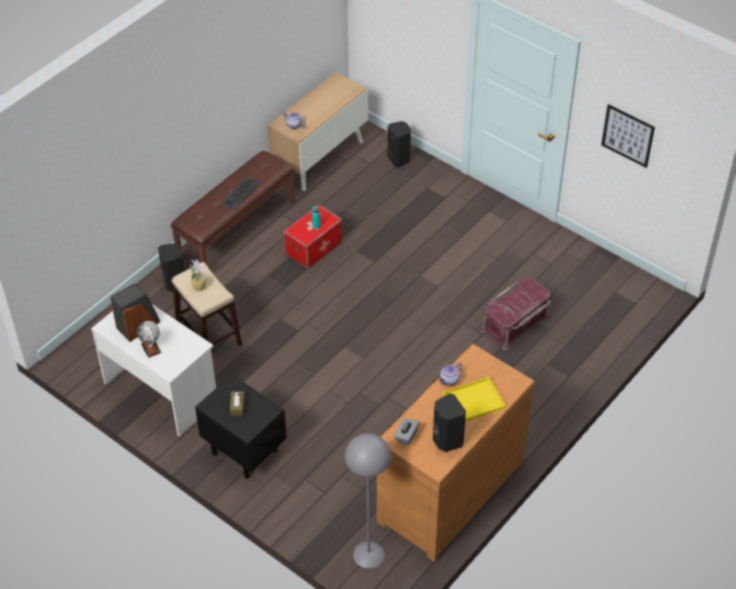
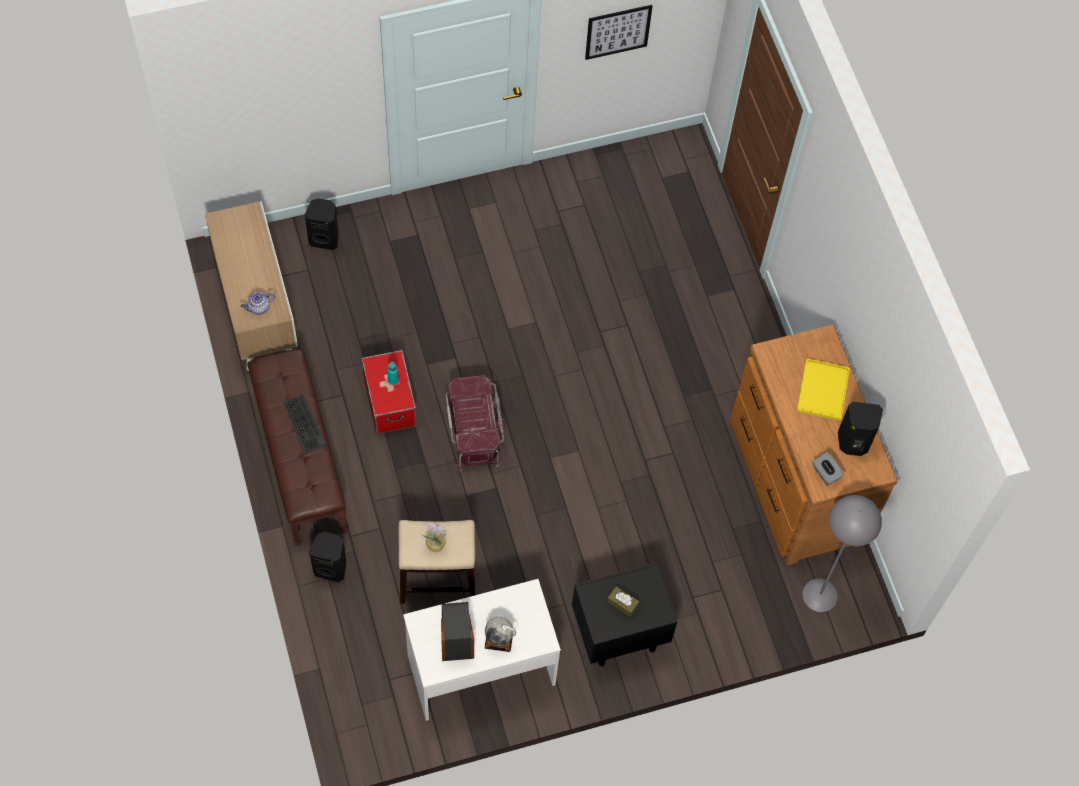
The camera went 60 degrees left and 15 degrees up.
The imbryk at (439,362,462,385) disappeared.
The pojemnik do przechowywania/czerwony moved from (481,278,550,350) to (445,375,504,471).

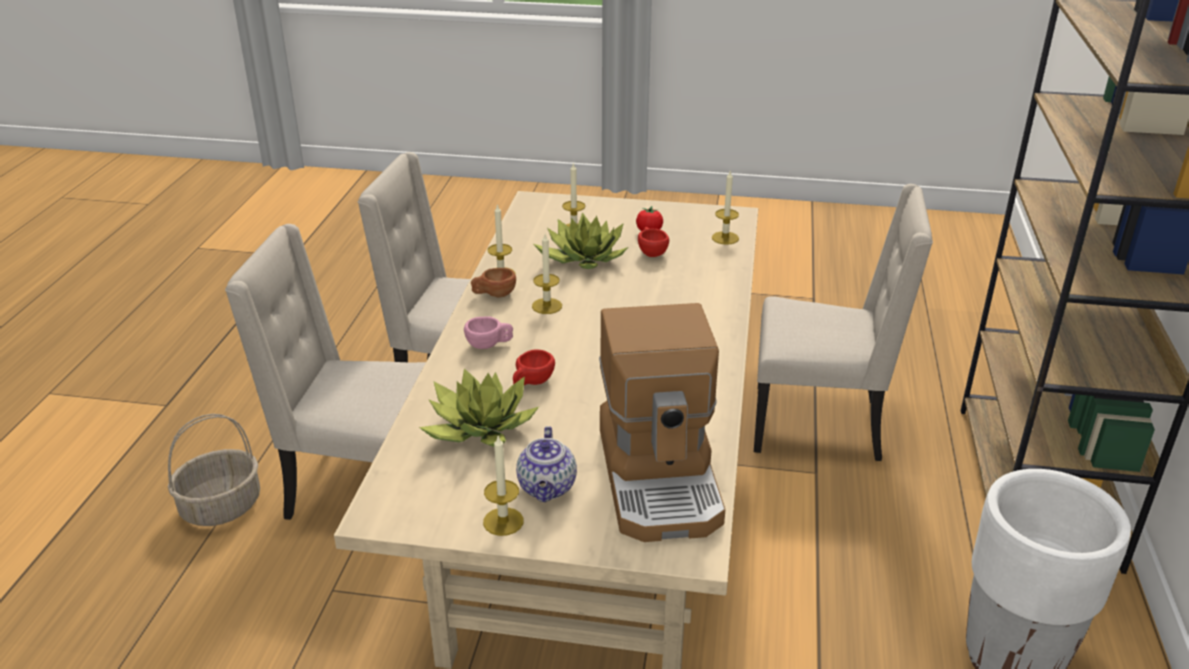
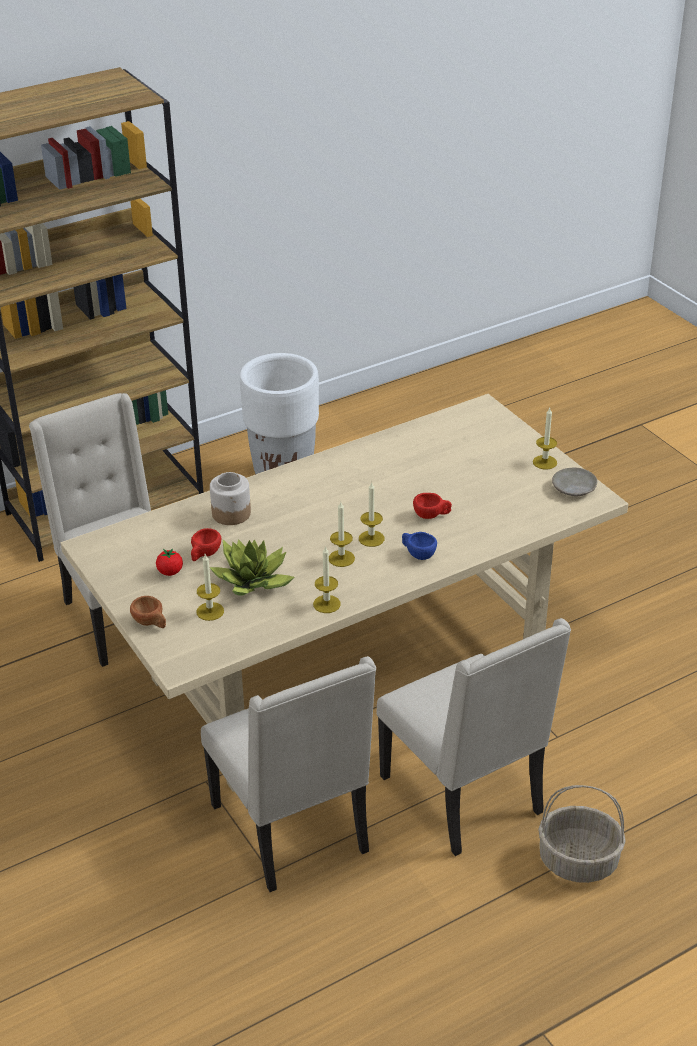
The camera went 130 degrees left and 5 degrees up.
The roślina doniczkowa at (419,368,539,447) disappeared.
The imbryk at (516,426,577,502) disappeared.
The ekspres do kawy at (599,303,725,542) disappeared.
The słoik at (210,472,251,525) appeared.
The talerz/beżowy at (552,468,597,496) appeared.
The filiżanka/brązowy moved from (471,268,516,297) to (130,596,166,628).
The świeca moved from (712,171,739,245) to (359,482,384,547).
The filiżanka/różowy at (464,316,513,349) became the filiżanka/niebieski at (402,532,437,560).

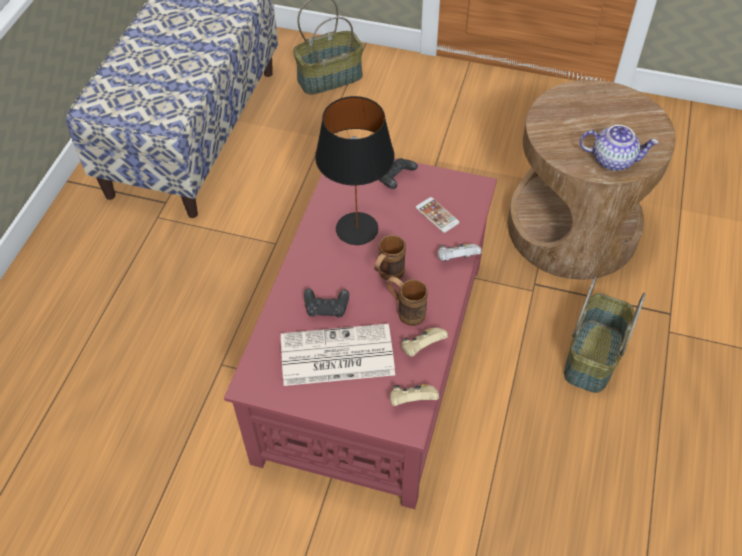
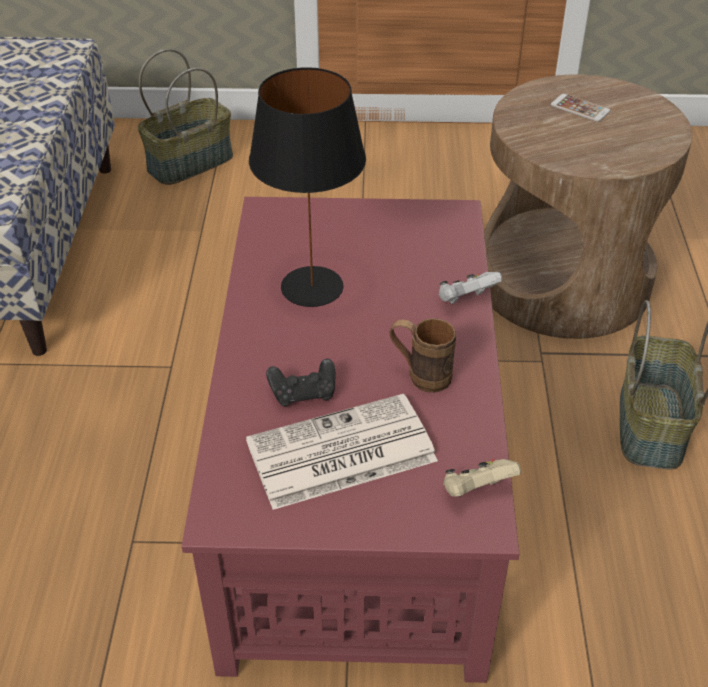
The camera went 15 degrees left and 10 degrees down.
The kubek/brązowy at (374,235,406,280) disappeared.
The pad do gier/czarny at (379,158,418,189) disappeared.
The pad do gier/beżowy at (401,328,448,357) disappeared.
The imbryk at (580,125,659,171) disappeared.
The telefon moved from (416,197,460,233) to (551,94,611,122).

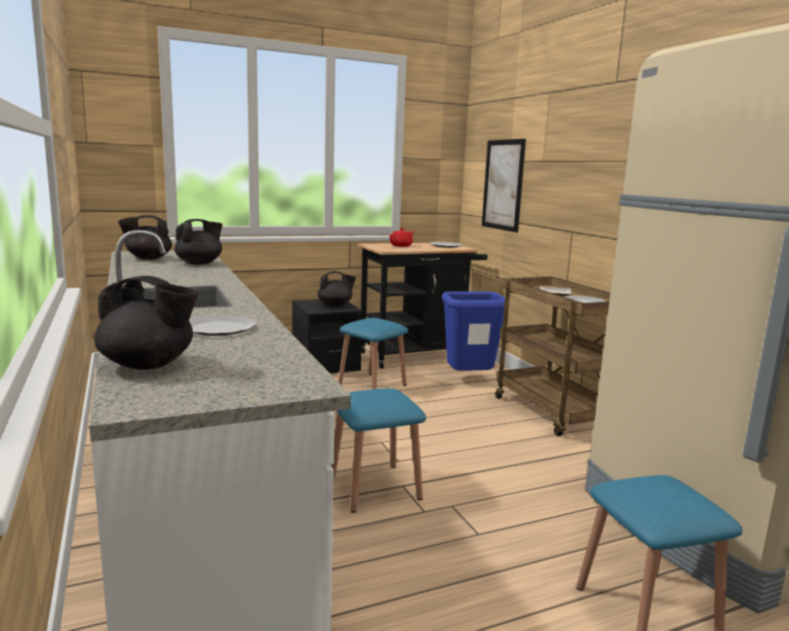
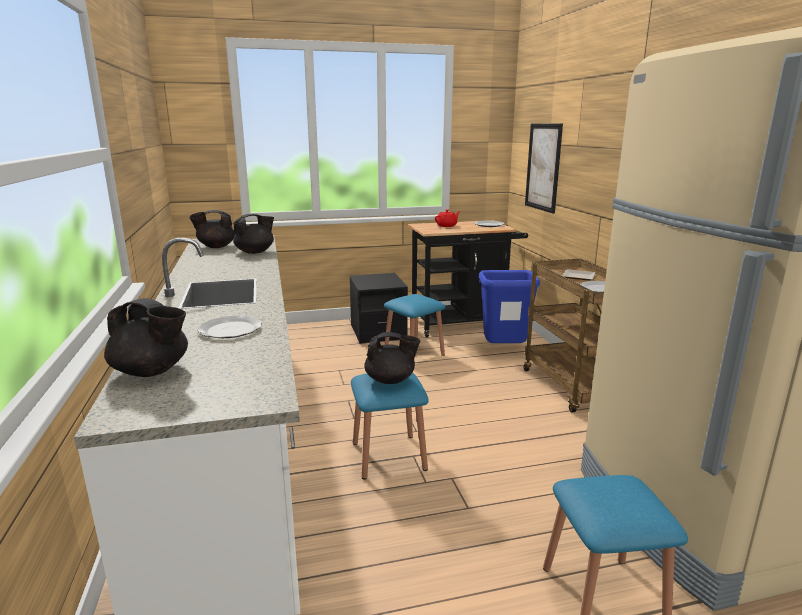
The camera went 10 degrees right and 5 degrees up.
The imbryk/czarny moved from (317,271,356,306) to (364,332,420,384).

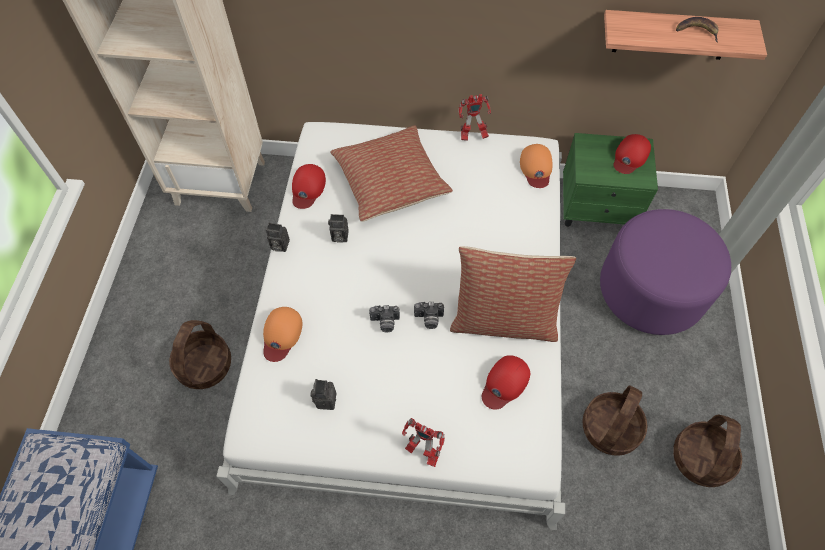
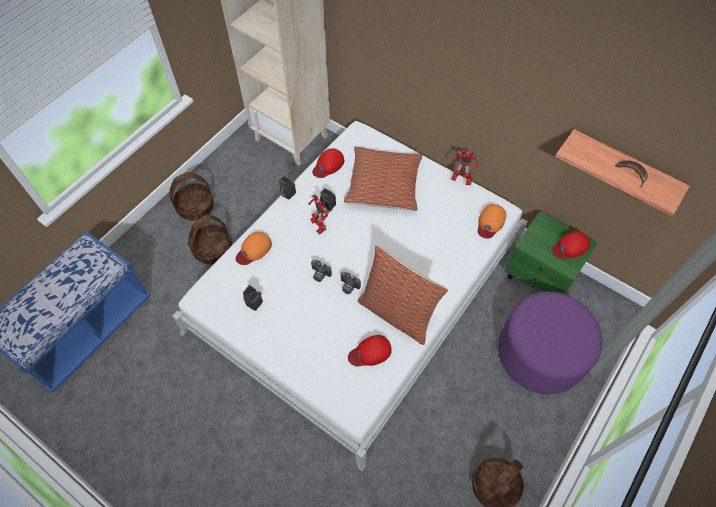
The camera went 30 degrees right and 0 degrees up.
The robot zabawkowy moved from (402,418,445,467) to (308,194,329,235).
The koszyk moved from (582,385,647,456) to (169,172,214,221).

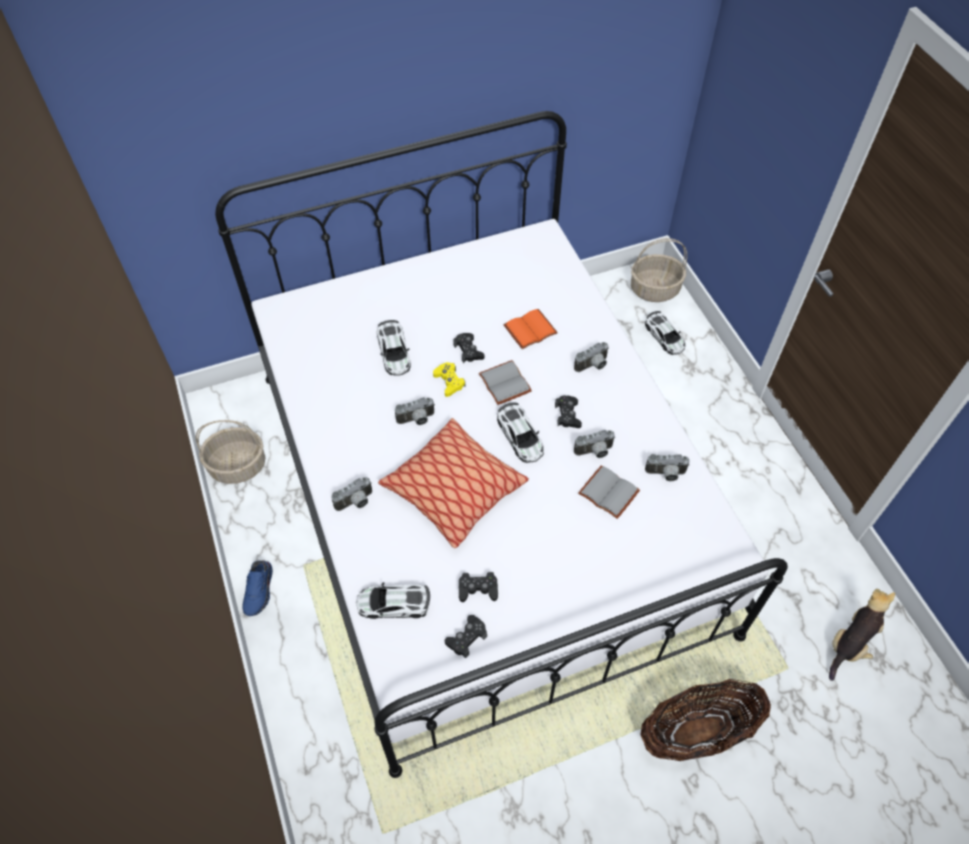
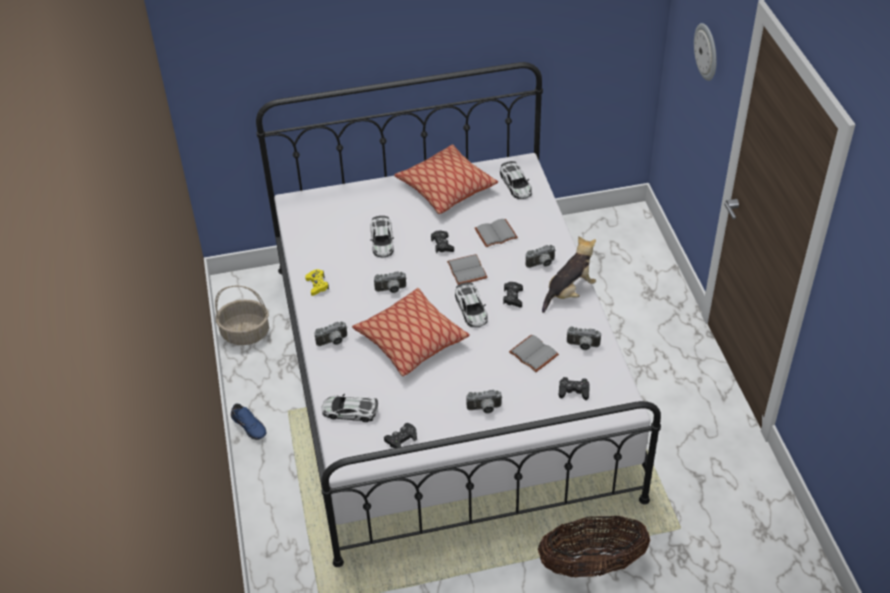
The camera went 10 degrees right and 10 degrees down.
The koszyk at (631,238,687,302) disappeared.
The poduszka at (394,144,498,214) appeared.
The zegar ścienny at (694,23,717,81) appeared.
The pad do gier/żółty moved from (433,362,466,397) to (305,269,329,296).
The pad do gier/czarny moved from (459,572,498,602) to (559,377,590,400).
The aparat fotograficzny moved from (574,430,615,458) to (466,390,502,414).
The samochodzik moved from (645,311,685,355) to (500,161,532,199).
The pluszak moved from (829,589,895,681) to (542,236,596,313).
The książka/pomarańczowy at (503,309,558,349) became the książka/szary at (475,219,518,247).
The but/niebieski at (242,560,273,616) turned 60 degrees counterclockwise.

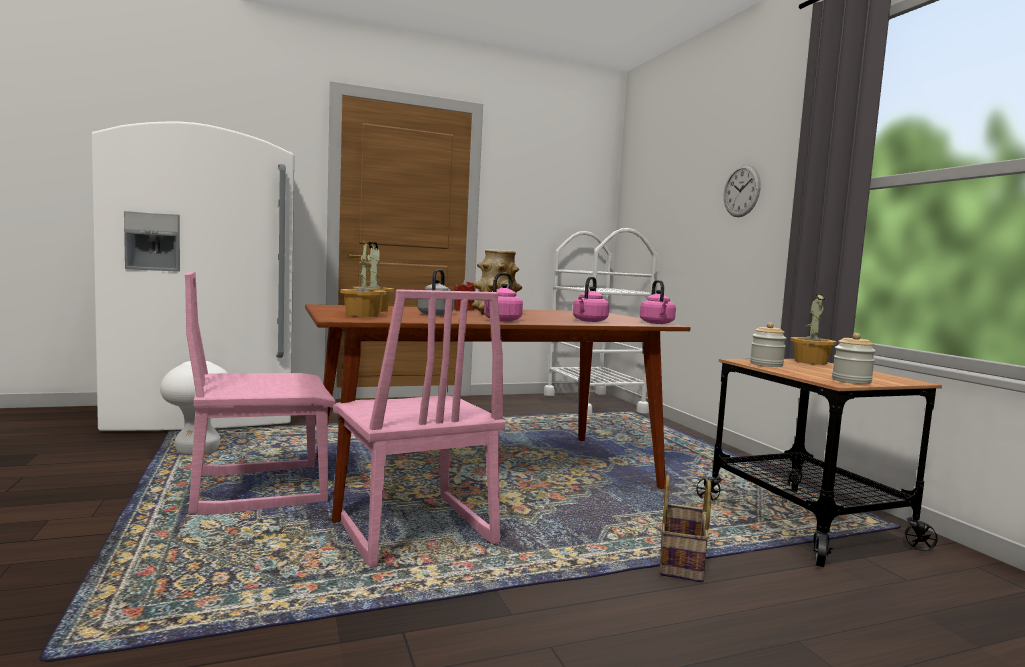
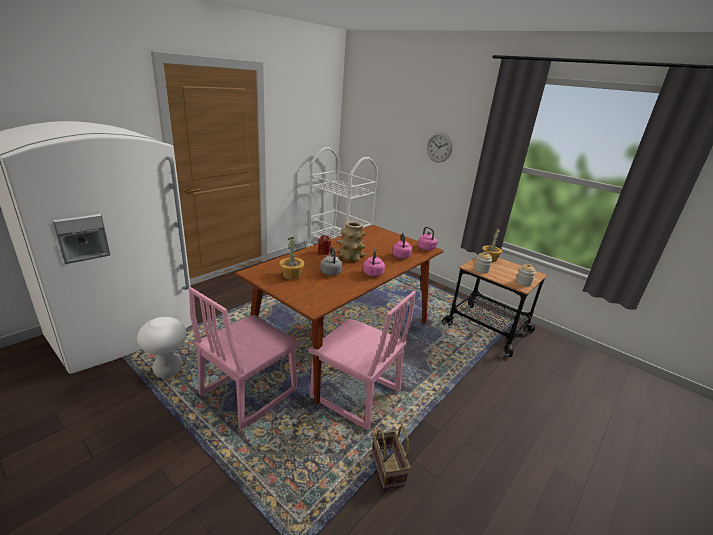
The camera went 30 degrees left and 20 degrees up.
The roślina doniczkowa at (340,244,386,317) disappeared.
The koszyk moved from (660,475,711,582) to (372,426,410,489).

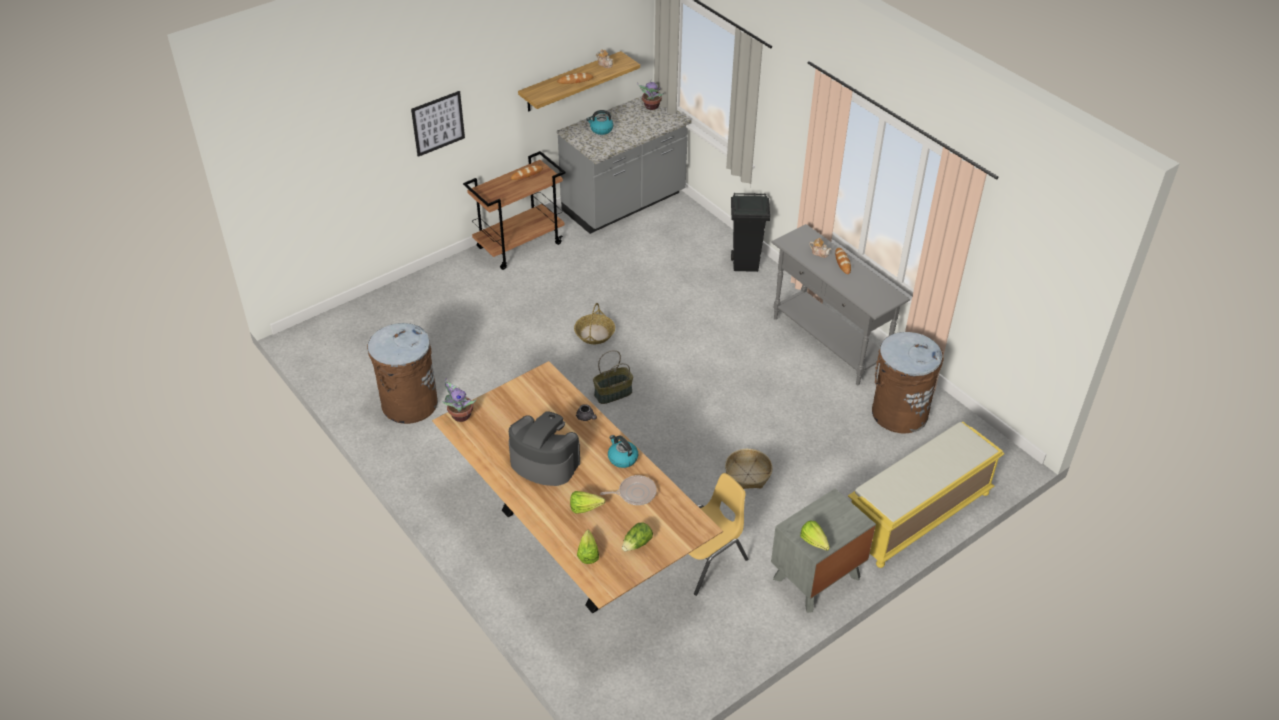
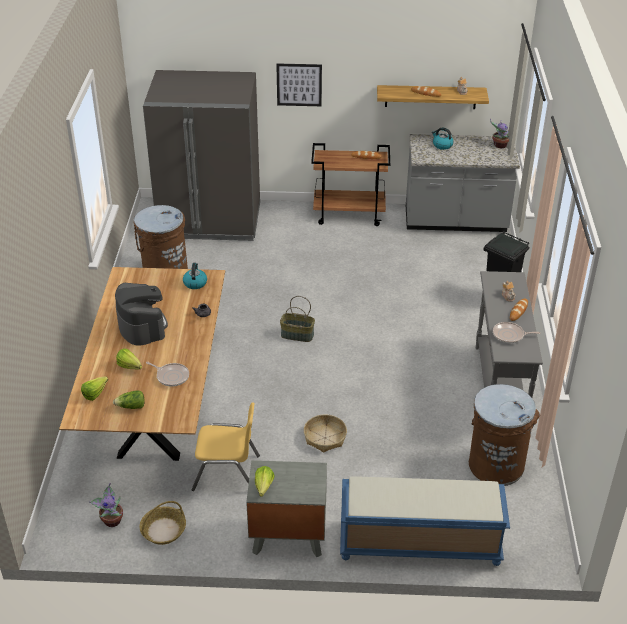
The camera went 40 degrees right and 5 degrees down.
The lodówka/szary at (143,70,260,241) appeared.
The patelnia at (493,322,540,343) appeared.
The roślina doniczkowa moved from (442,378,477,422) to (89,483,123,527).
The koszyk moved from (574,303,615,344) to (139,501,186,545).
The czajnik moved from (608,435,638,468) to (183,263,207,289).
The ławka/żółty at (848,422,1004,568) became the ławka/niebieski at (340,476,510,566).

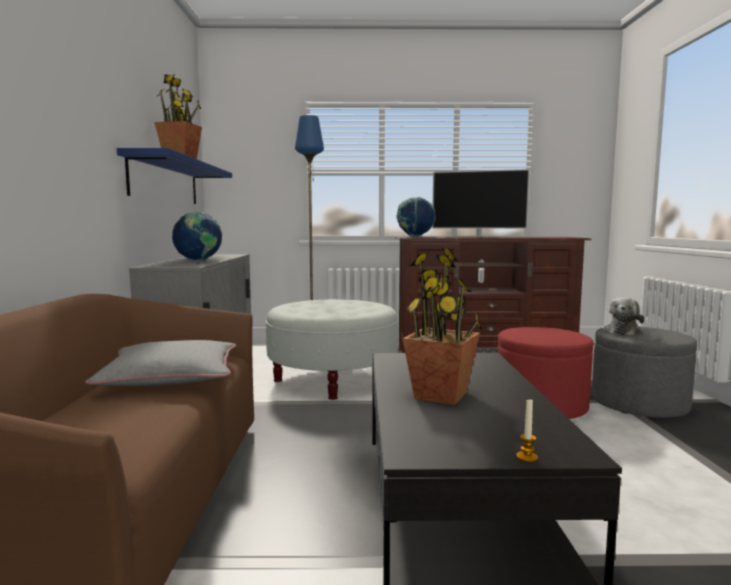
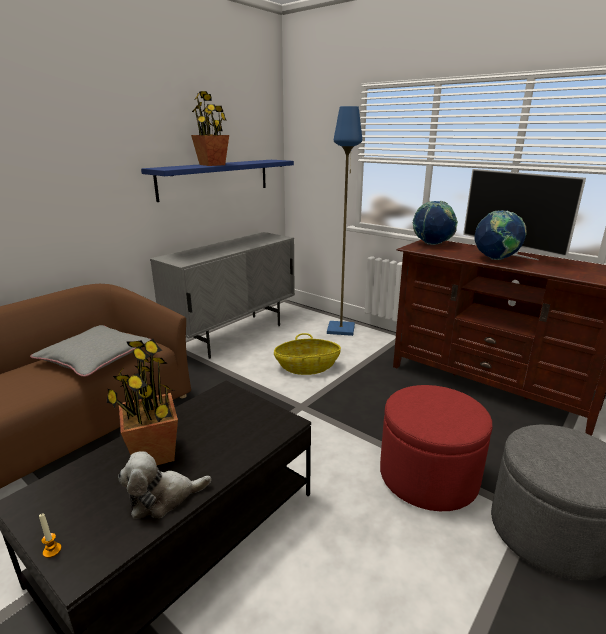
The camera went 40 degrees right and 15 degrees up.
The globus moved from (172,212,222,262) to (474,210,527,260).
The pluszak moved from (603,297,644,336) to (118,451,211,519).
The pufa/biały at (265,299,399,400) was replaced by the koszyk at (274,333,341,375).

